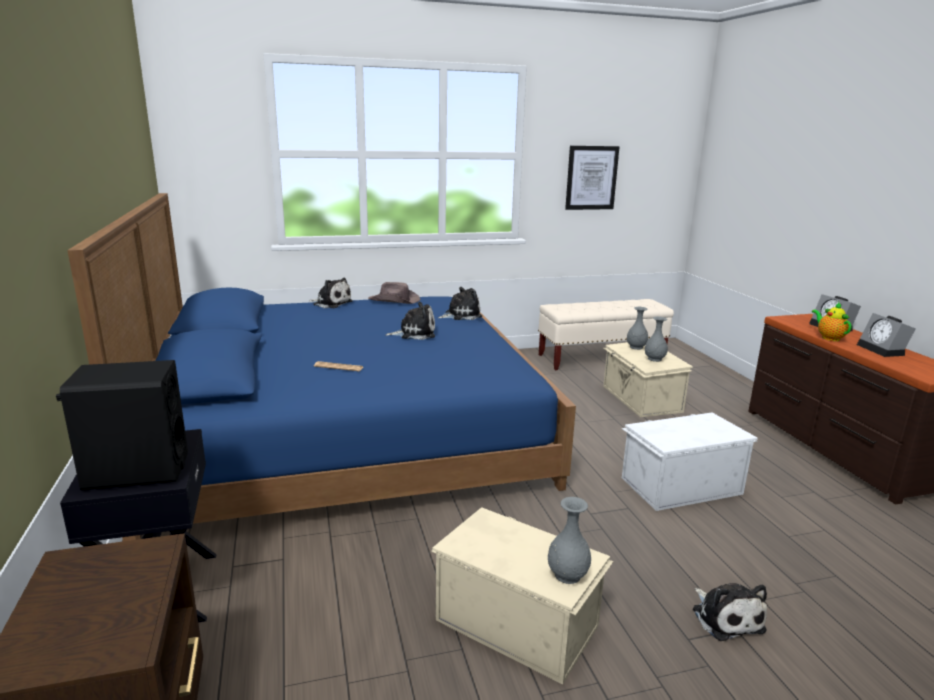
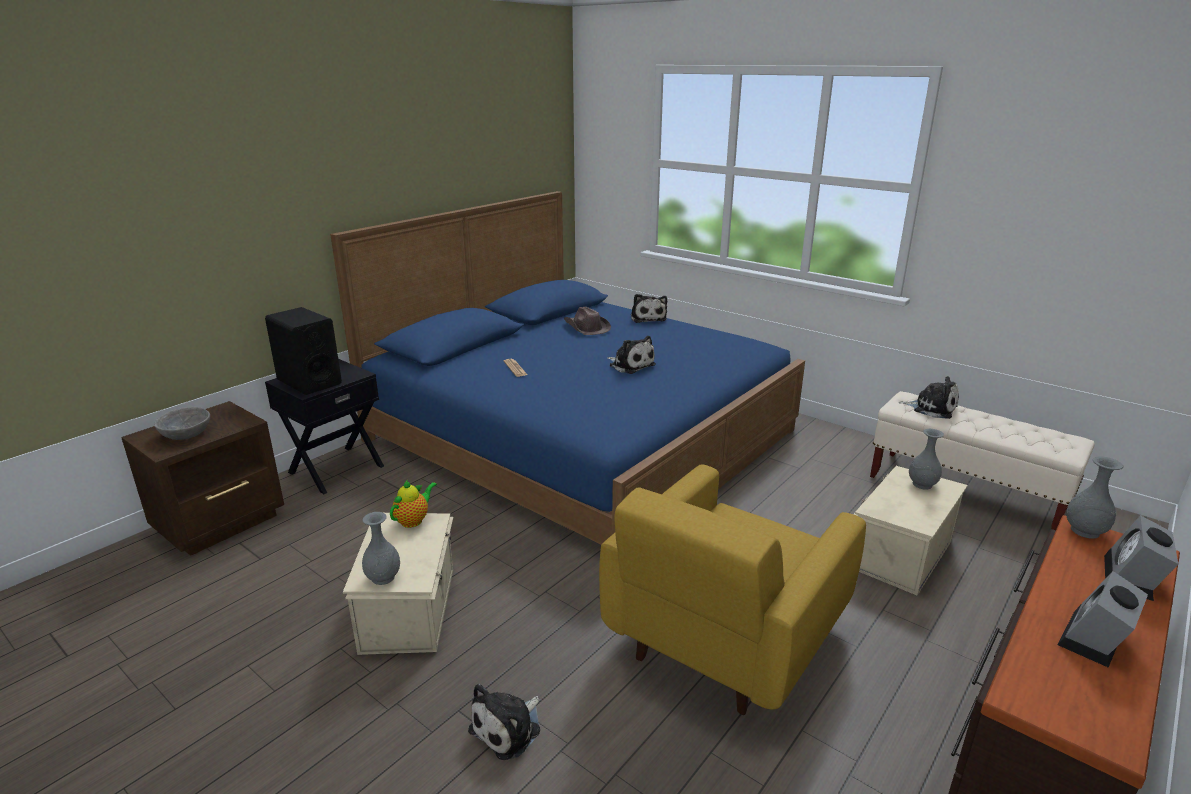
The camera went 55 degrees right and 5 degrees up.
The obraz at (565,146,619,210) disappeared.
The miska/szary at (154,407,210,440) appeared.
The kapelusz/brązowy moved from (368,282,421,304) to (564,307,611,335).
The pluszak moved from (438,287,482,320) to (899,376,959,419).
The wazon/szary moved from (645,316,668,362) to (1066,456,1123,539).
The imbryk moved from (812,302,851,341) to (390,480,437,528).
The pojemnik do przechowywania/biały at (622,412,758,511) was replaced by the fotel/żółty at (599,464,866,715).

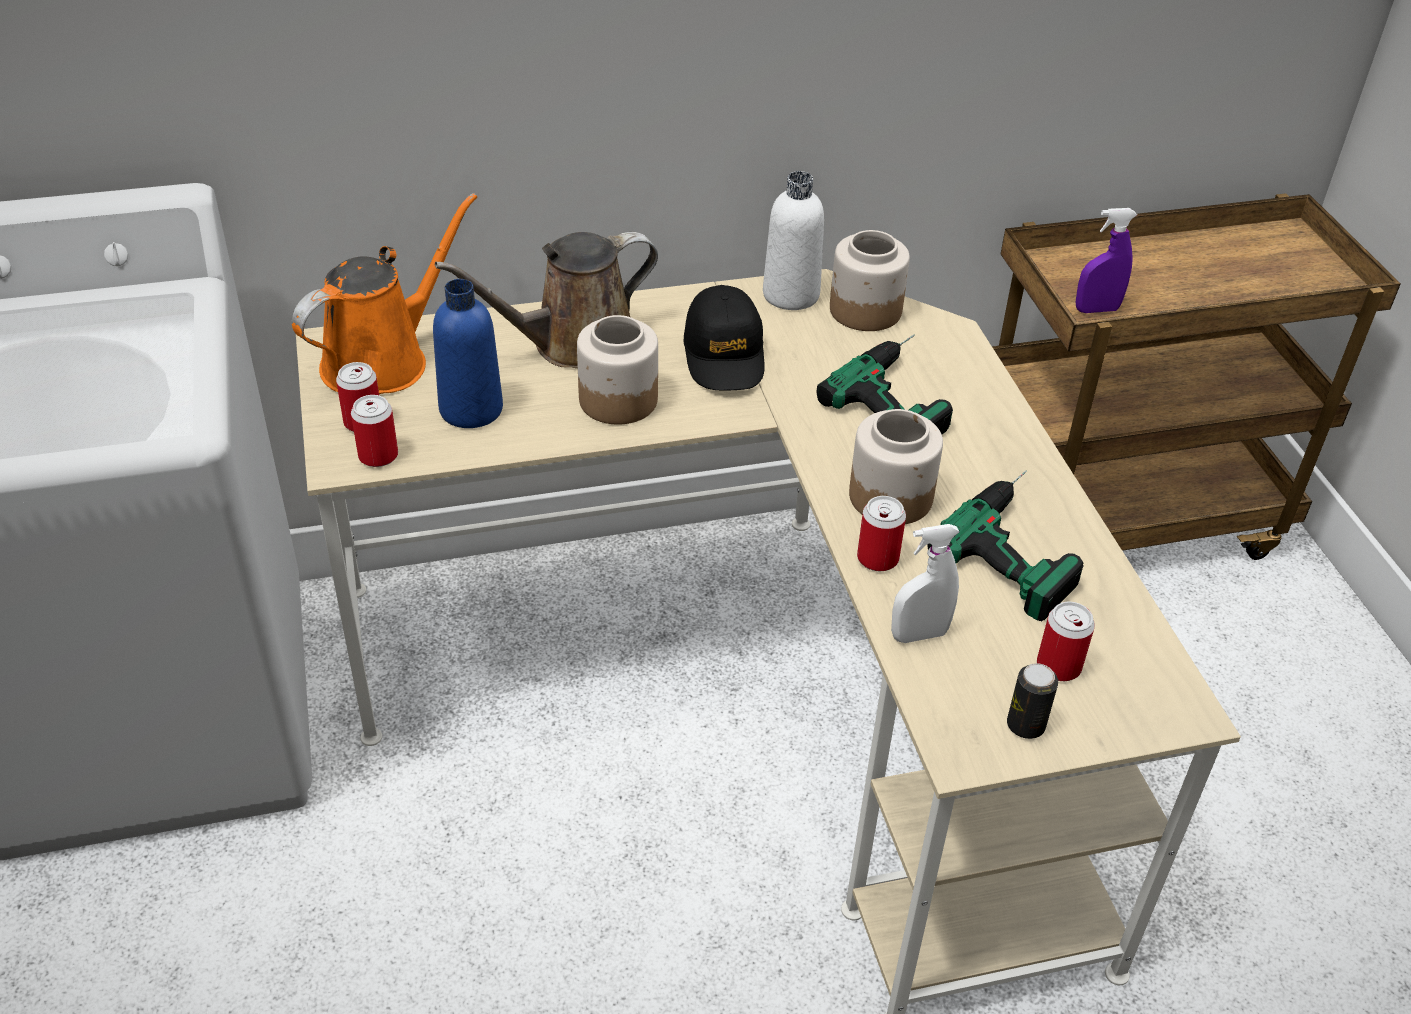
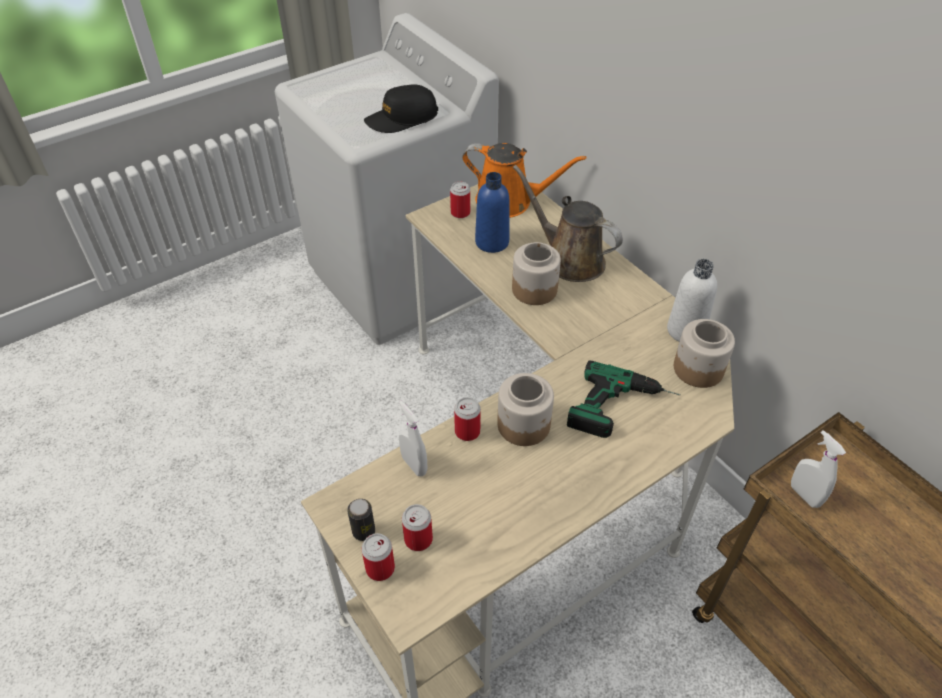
The camera went 70 degrees right and 5 degrees up.
The wiertarka at (927,470,1084,621) disappeared.
The puszka moved from (351,395,398,467) to (362,533,395,581).
The czapka z daszkiem/czarny moved from (684,285,765,391) to (364,84,438,133).
The spryskiwacz/fioletowy at (1076,208,1137,313) became the spryskiwacz/biały at (791,430,846,508).

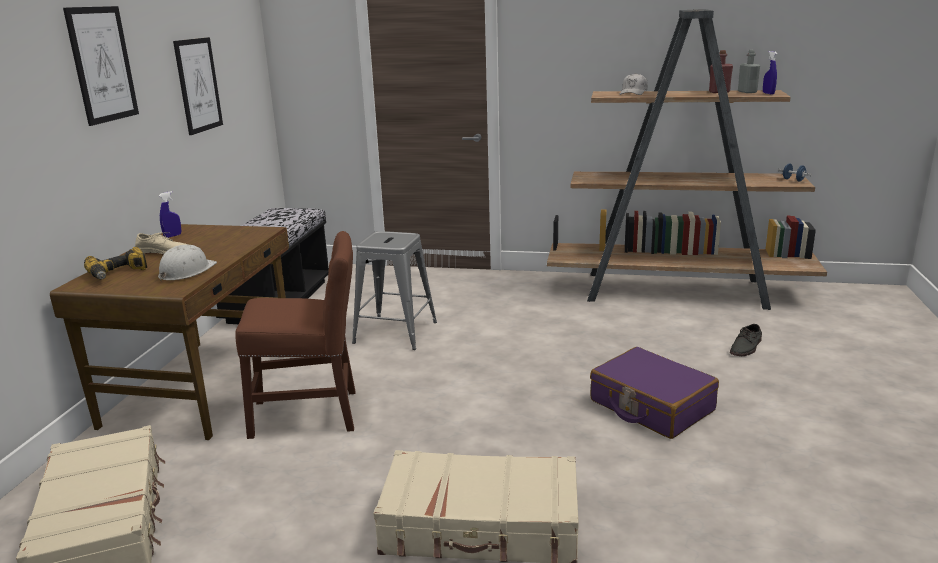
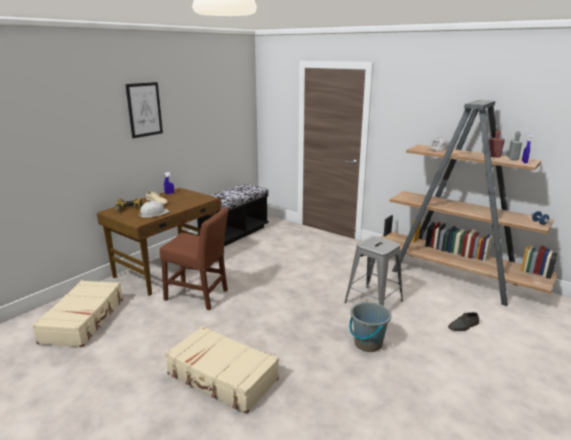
The camera went 25 degrees right and 0 degrees up.
The obraz at (173,37,223,135) disappeared.
The stołek/szary moved from (352,231,437,350) to (344,236,403,306).
The walizka/fioletowy at (590,347,719,439) was replaced by the wiadro/szary at (349,302,392,352).

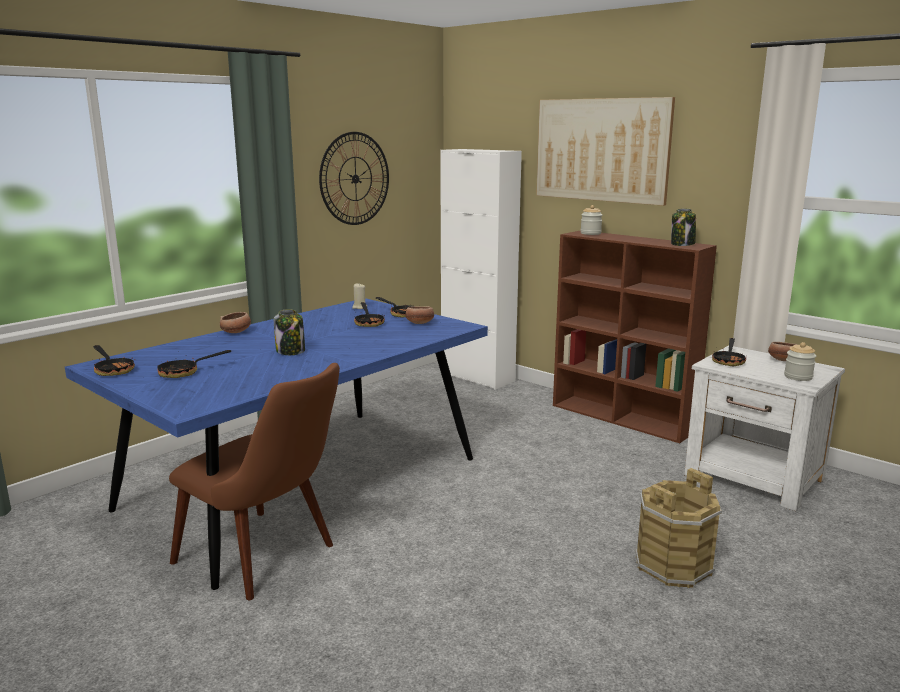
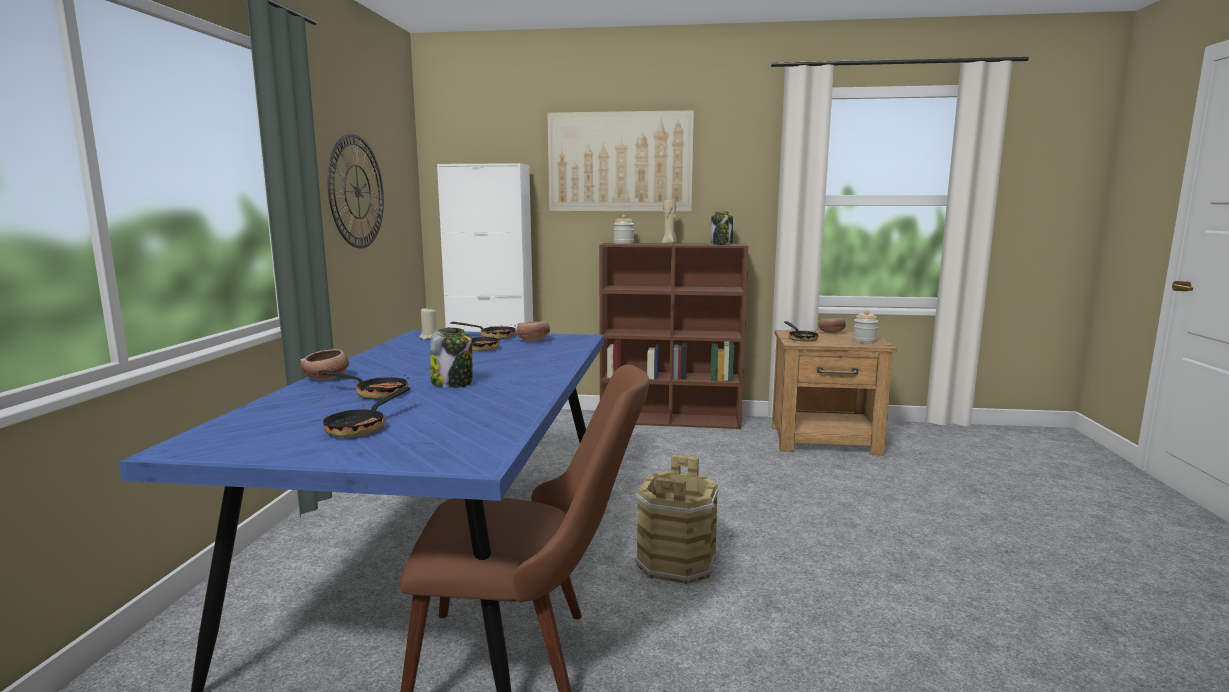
The camera went 35 degrees left and 5 degrees down.
The świeca/beżowy at (662,199,677,244) appeared.
The patelnia moved from (93,345,136,376) to (318,370,409,399).
The wiadro/brązowy moved from (635,468,722,588) to (635,455,719,585).
The szafka nocna/biały at (684,345,845,511) became the szafka nocna/brązowy at (772,330,897,456).

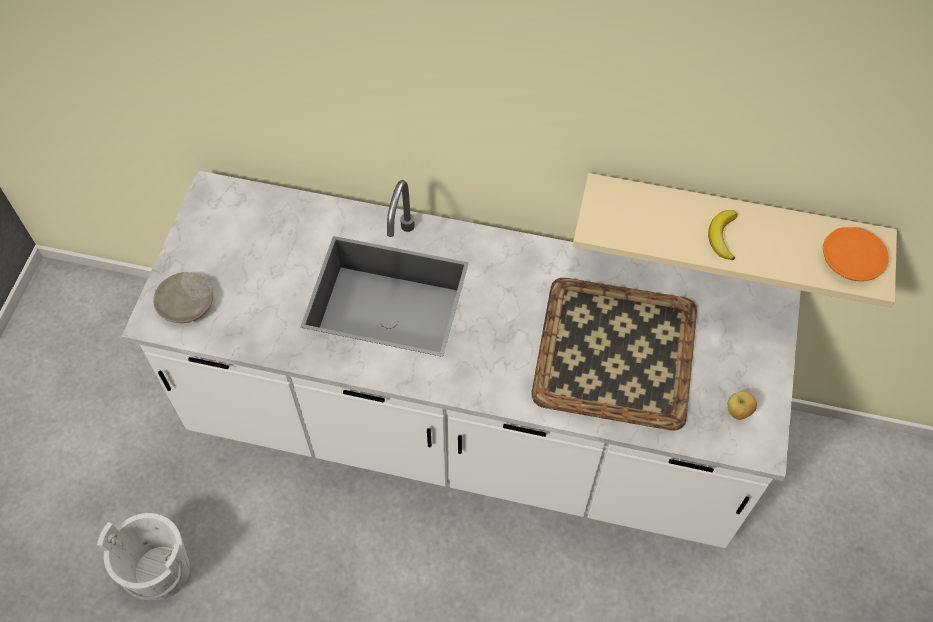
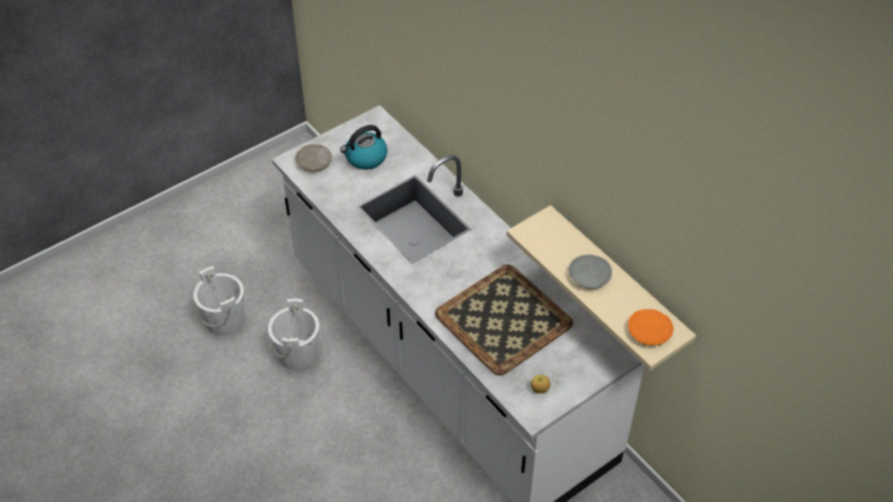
The camera went 40 degrees right and 10 degrees down.
The wiadro/biały at (268,299,319,371) appeared.
The czajnik at (340,125,387,170) appeared.
The banan at (708,210,738,260) was replaced by the talerz/szary at (568,255,612,289).

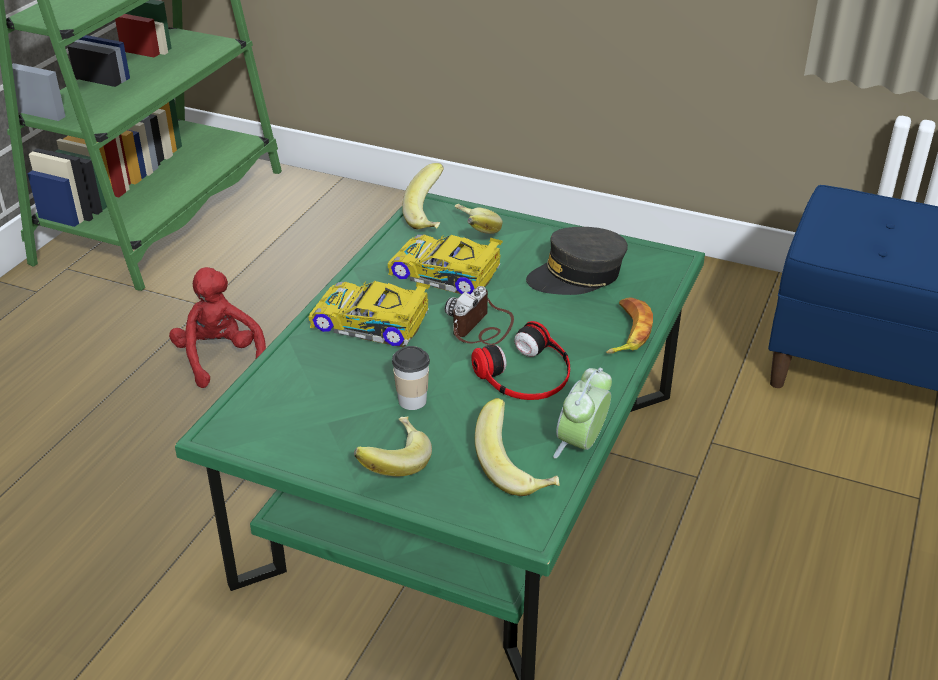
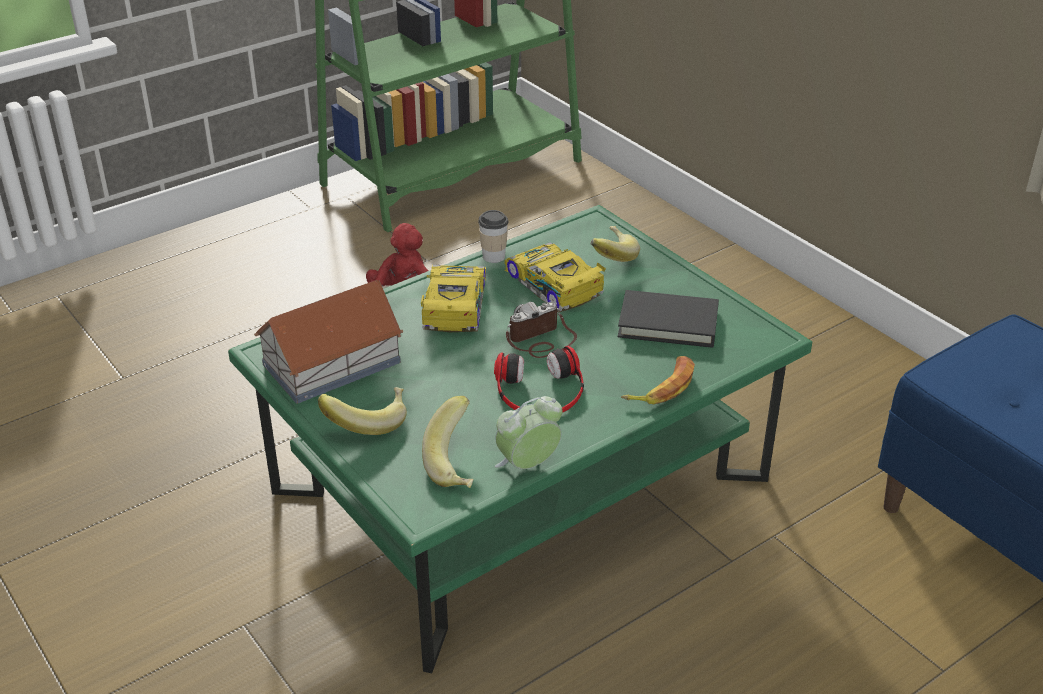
The camera went 30 degrees right and 0 degrees up.
The banan at (402,163,444,229) disappeared.
The domek at (254,280,404,404) appeared.
The filiżanka moved from (392,346,430,410) to (478,210,509,263).
The czapka z daszkiem/szary at (526,227,628,295) was replaced by the książka/czarny at (618,290,719,348).
The samochodzik at (308,281,430,347) turned 45 degrees clockwise.

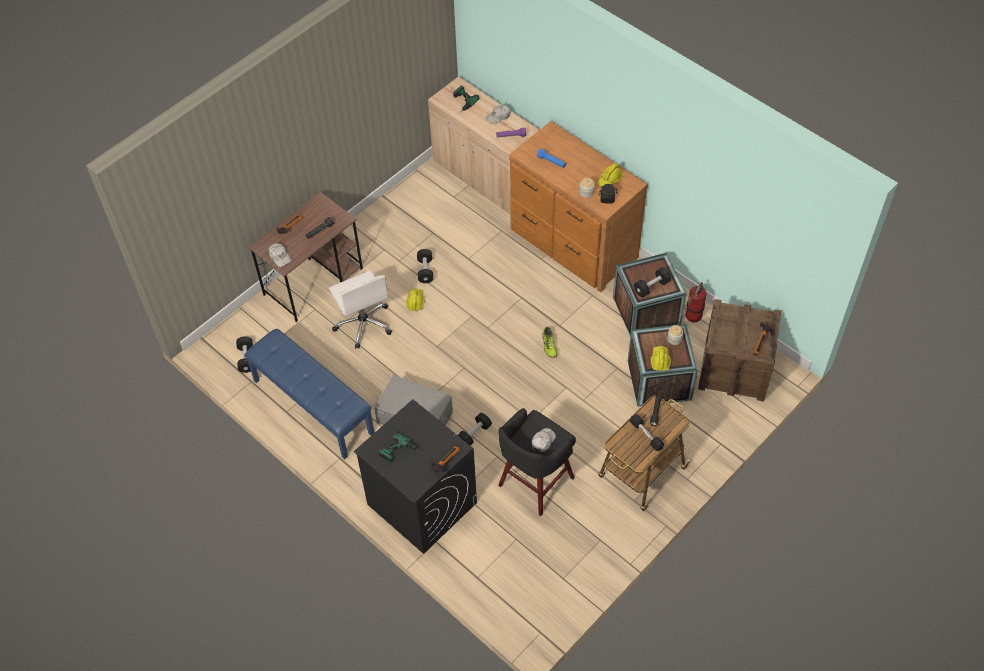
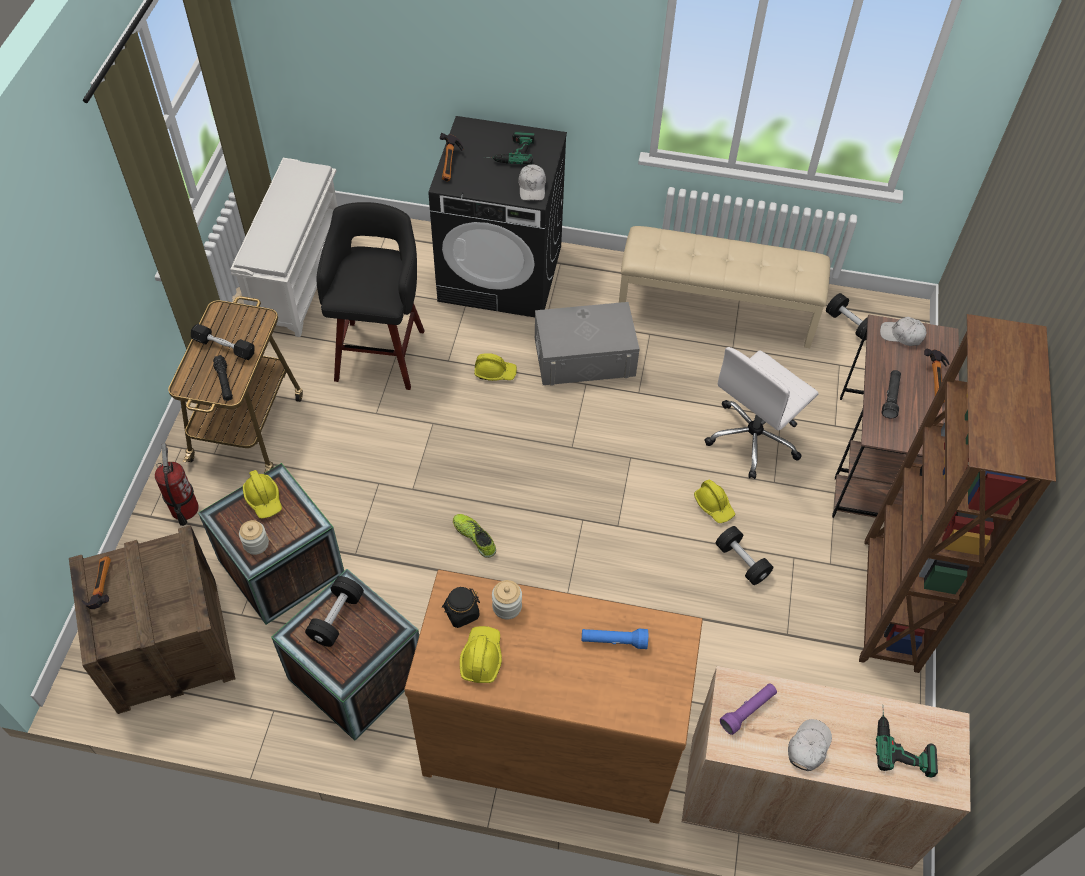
The camera went 145 degrees right and 0 degrees up.
The regał na buty/biały at (230,158,337,337) appeared.
The regał/brązowy at (859,314,1056,673) appeared.
The czapka z daszkiem/biały moved from (532,428,556,453) to (518,164,546,201).
The gaśnica moved from (686,282,707,322) to (155,443,199,526).
The hantel/czarny at (458,413,492,446) was replaced by the kask/żółty at (474,353,517,381).
The ławka/niebieski at (244,329,374,459) became the ławka/beżowy at (619,226,830,348).
The krzesło biurowe/biały at (329,270,392,349) turned 75 degrees counterclockwise.

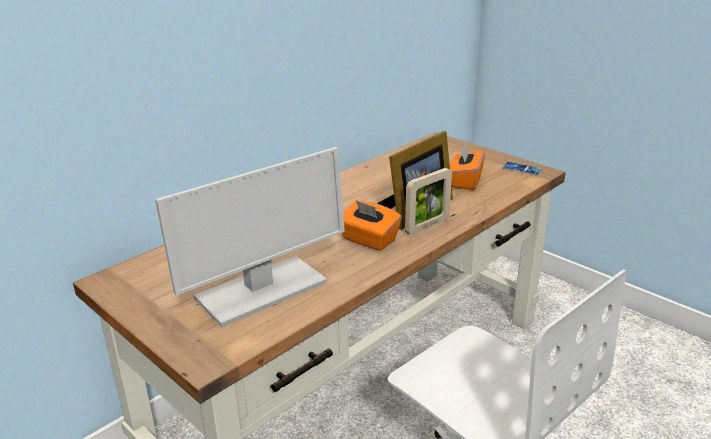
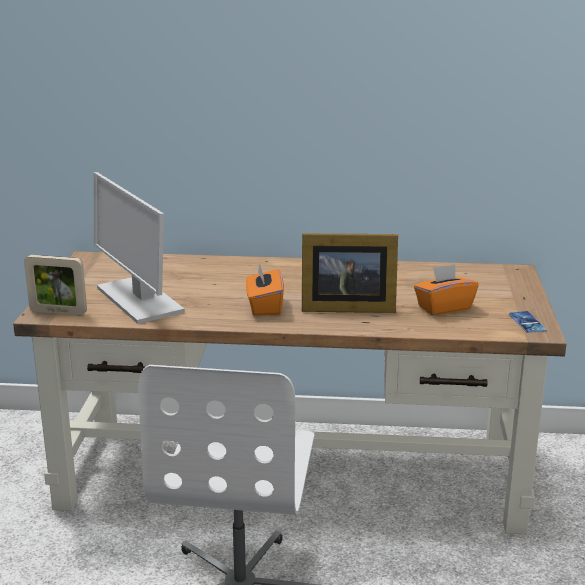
The camera went 50 degrees right and 5 degrees down.
The ramka na zdjęcie moved from (405,168,452,235) to (24,255,87,315).
The monitor at (155,147,345,327) turned 45 degrees clockwise.

